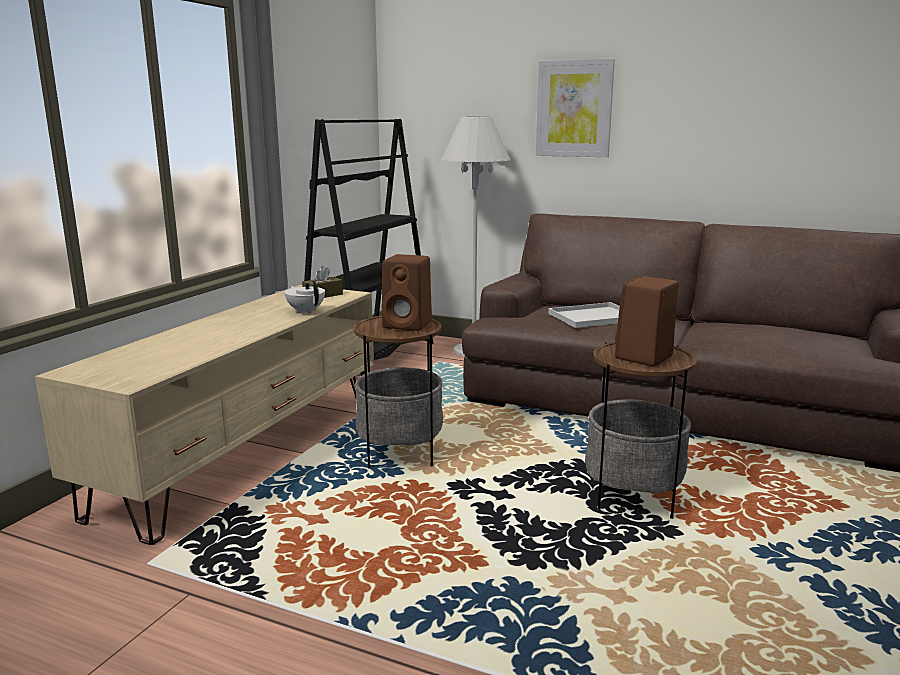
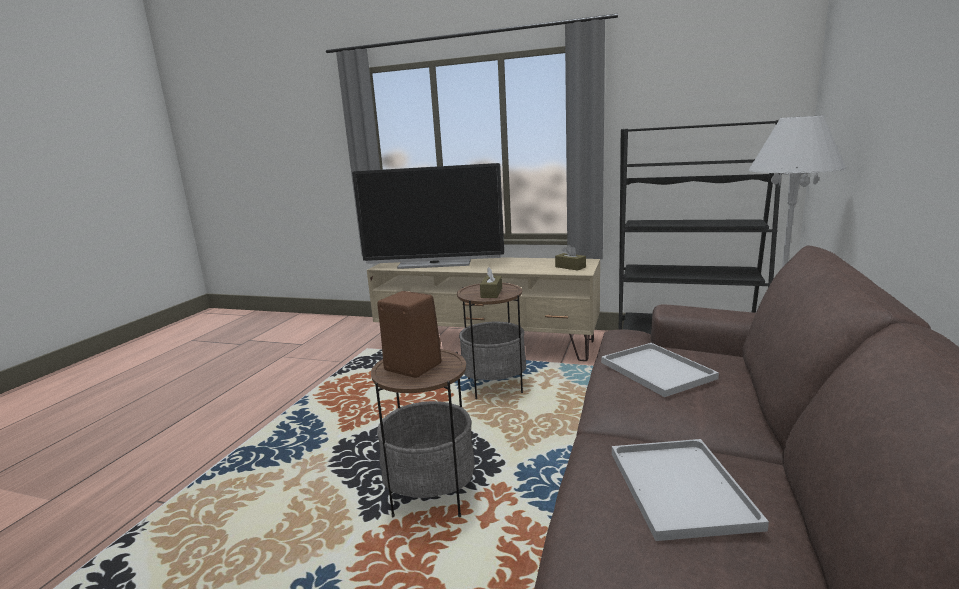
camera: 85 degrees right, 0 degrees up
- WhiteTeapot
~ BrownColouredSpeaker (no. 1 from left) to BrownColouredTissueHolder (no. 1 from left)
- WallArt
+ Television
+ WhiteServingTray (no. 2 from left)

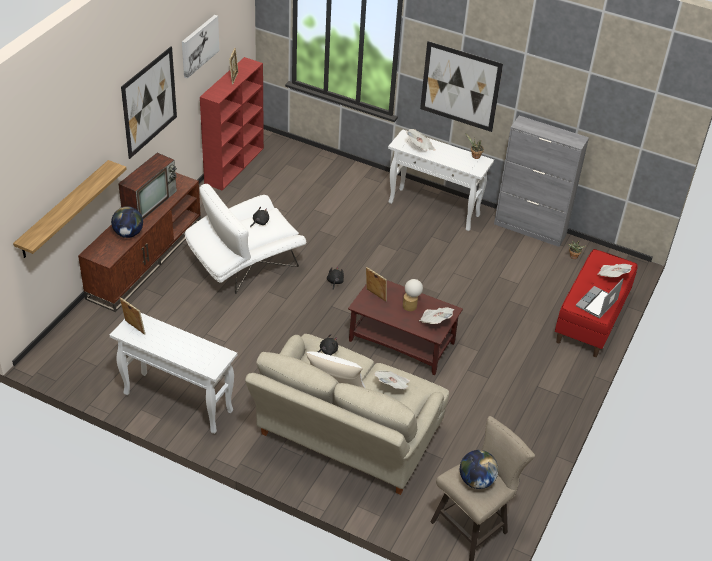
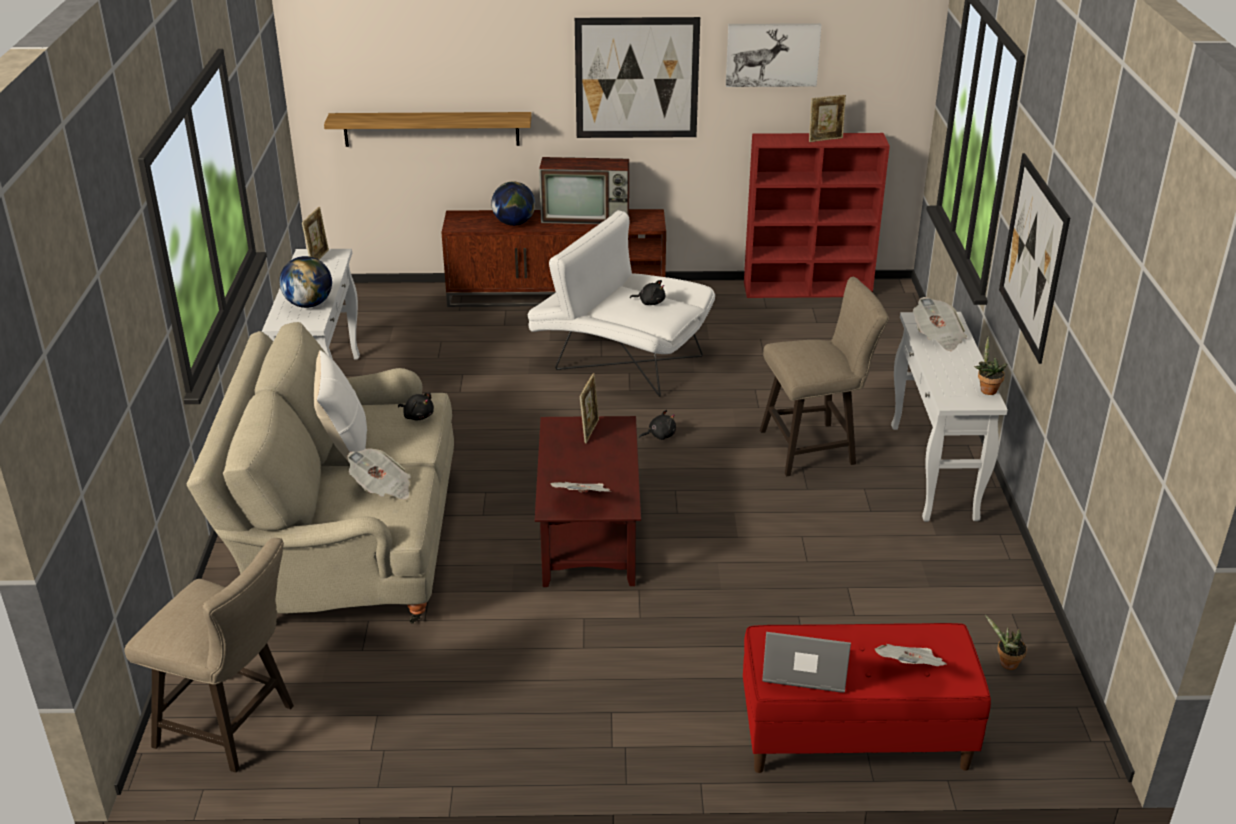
camera: 65 degrees right, 10 degrees down
- TableLamp
~ DeskGlobe (no. 2 from left in the first image) to DeskGlobe (no. 1 from left)
- GrayStorageCabinet
+ BeigeStoolSeat (no. 2 from left)

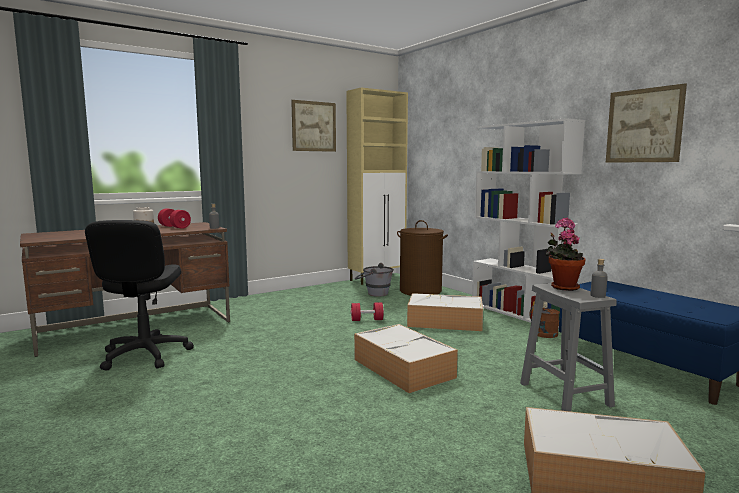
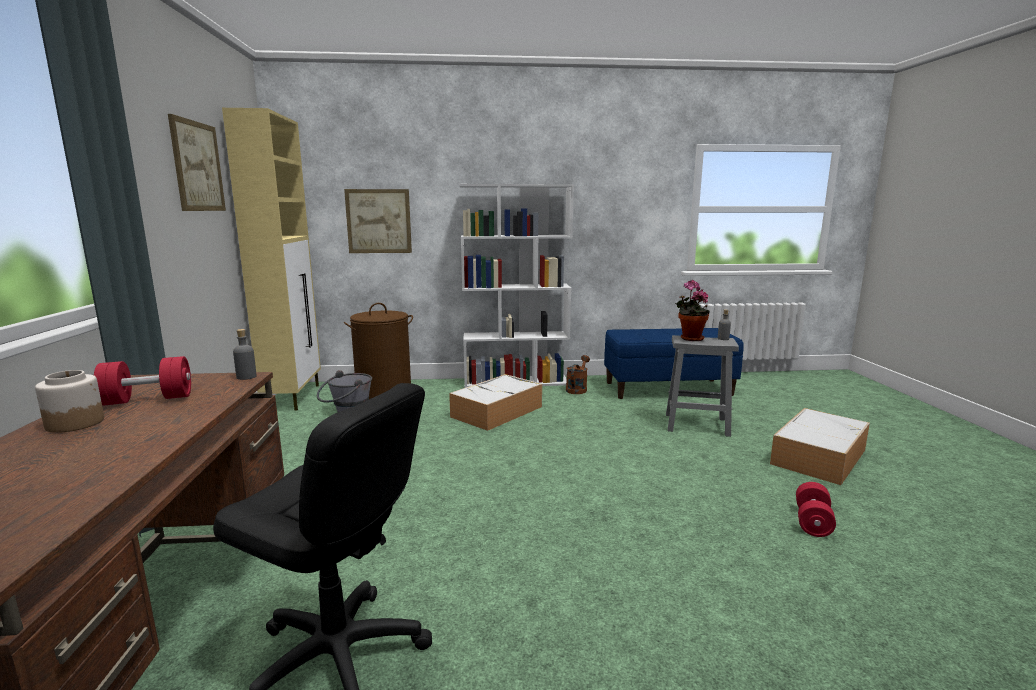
camera: 60 degrees left, 5 degrees up
~ ReddishHandWeight (no. 2 from left)
- StorageBin (no. 1 from left)
~ WallArt (no. 2 from left)

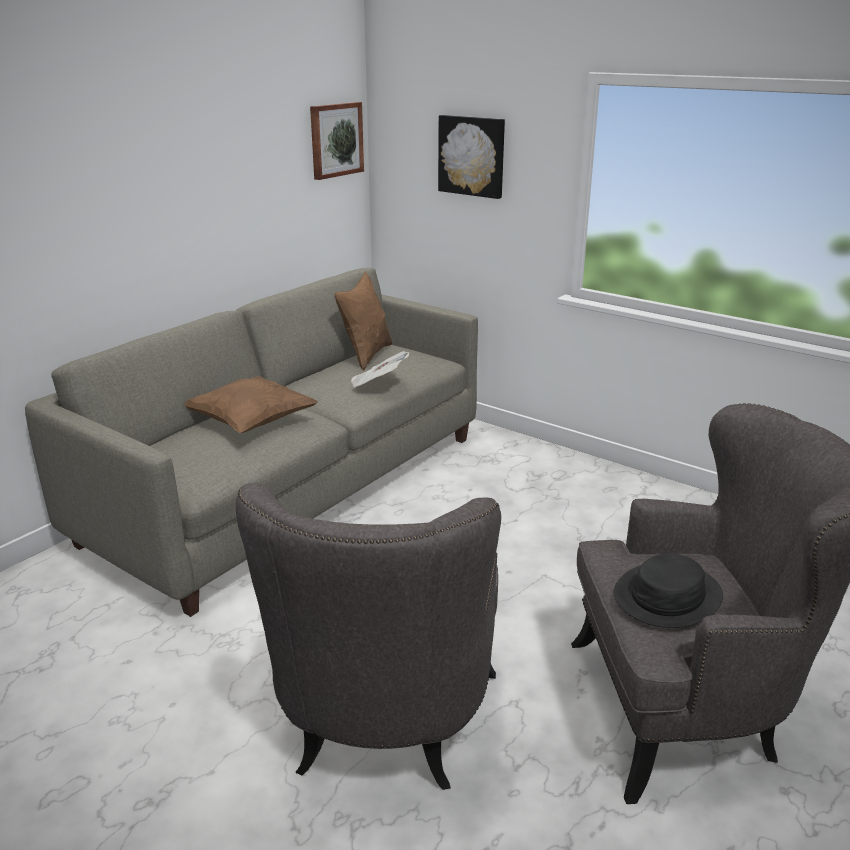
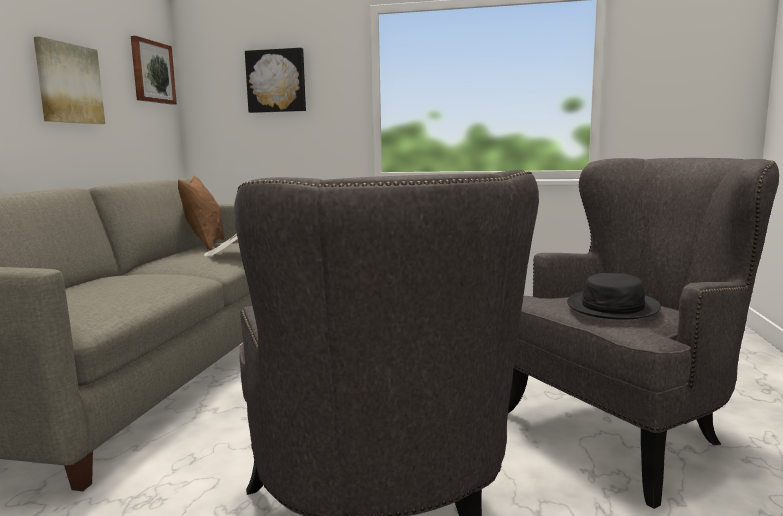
camera: 25 degrees left, 15 degrees down
- BrownColouredPillow (no. 1 from left)
+ WallArt (no. 1 from left)

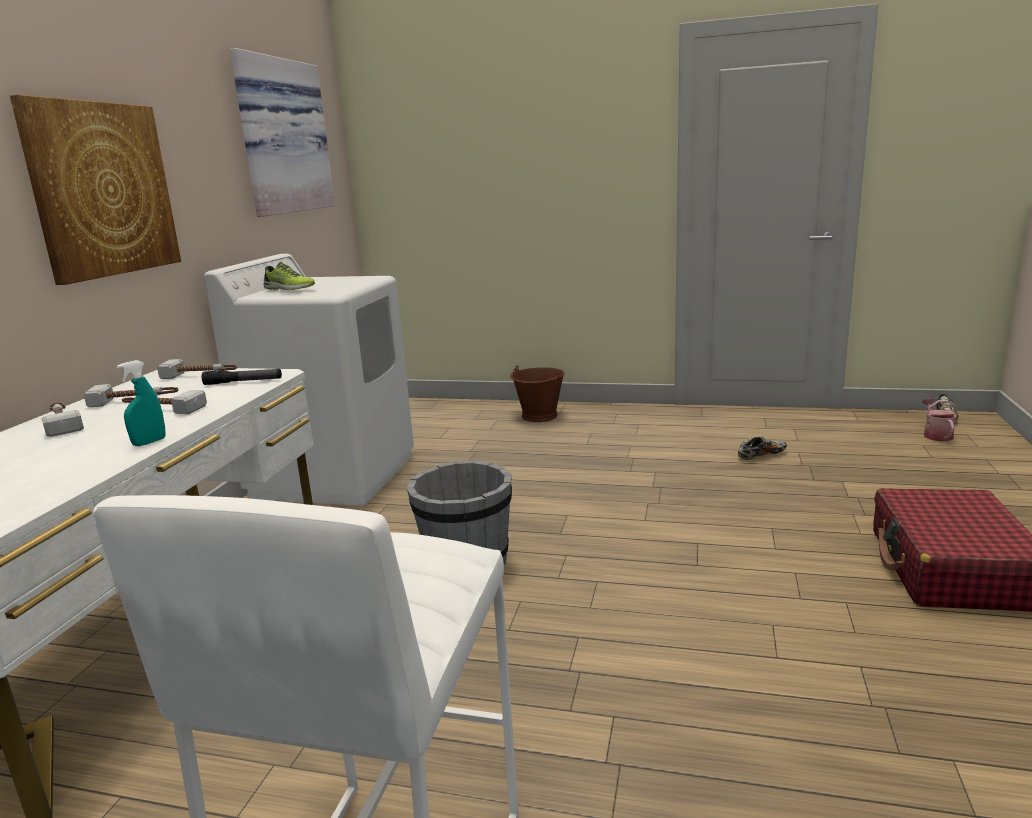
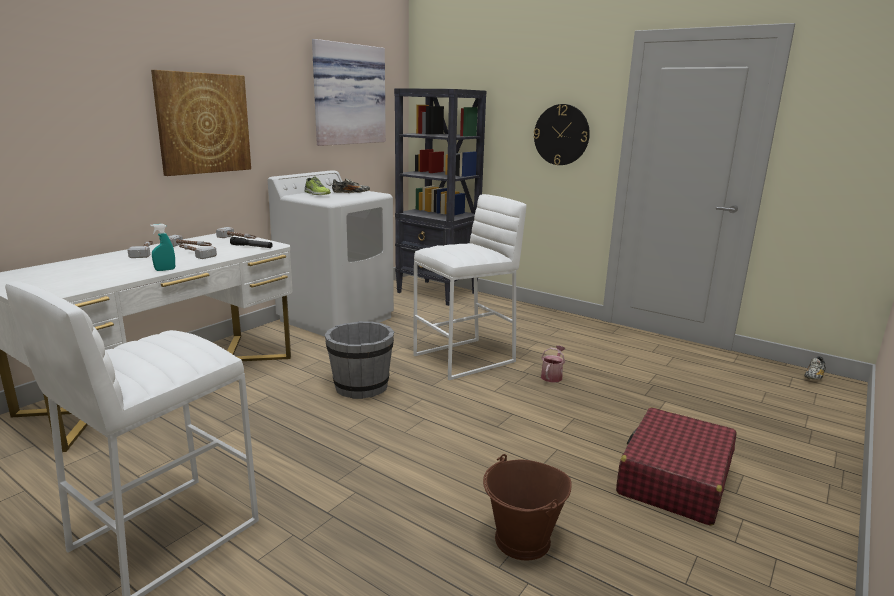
camera: 20 degrees right, 0 degrees up
~ BrownColouredWaterBucket
~ LowShoe (no. 2 from left)
~ WateringPot
+ BlackColouredBookcase
+ WhiteStoolSeat (no. 2 from left)
+ ClockOnTheWall

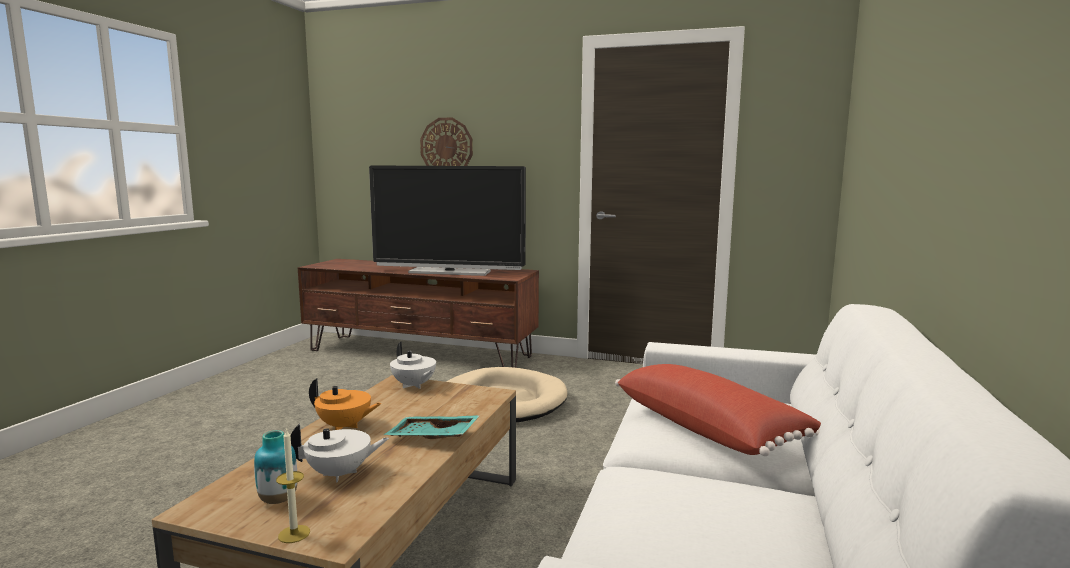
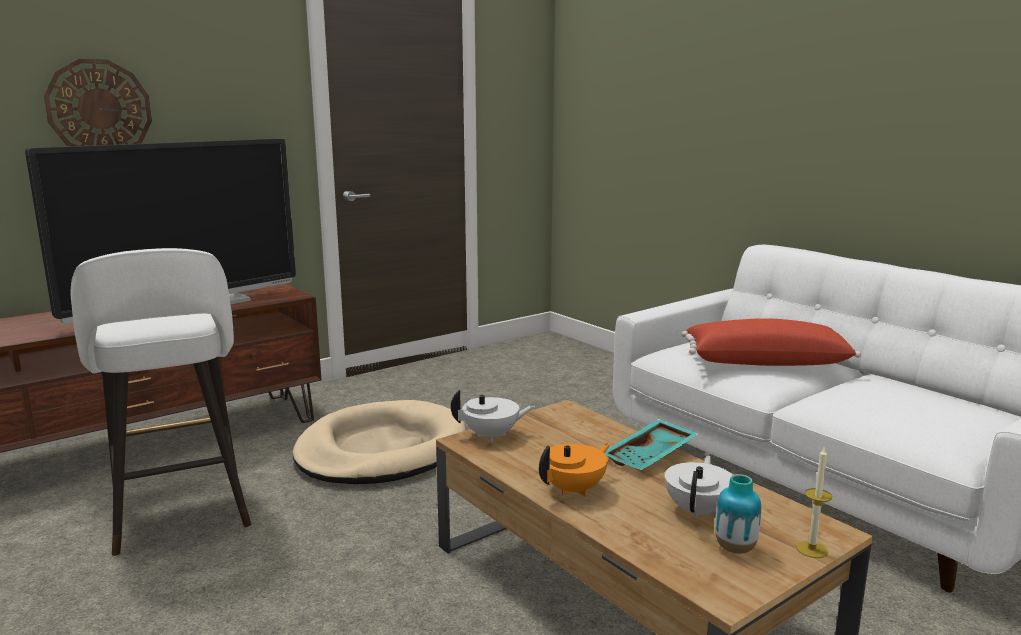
camera: 55 degrees left, 5 degrees up
+ WhiteStoolSeat

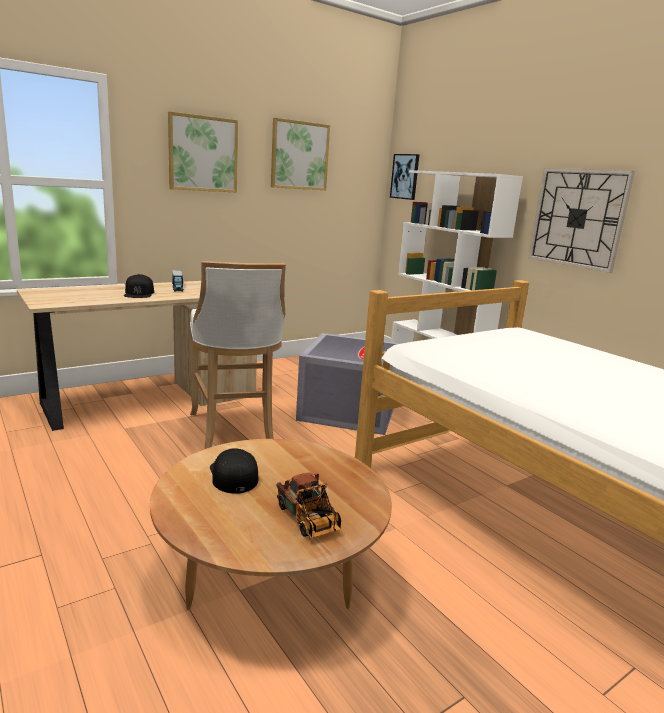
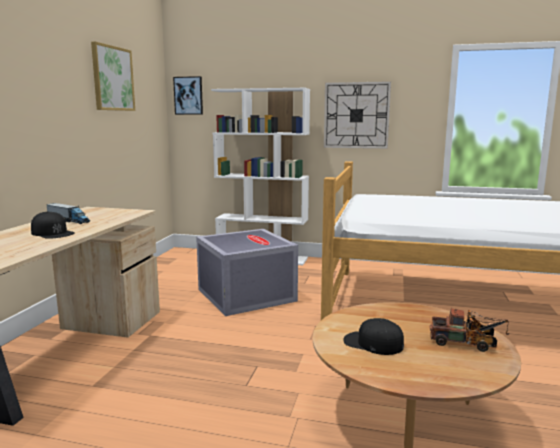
camera: 40 degrees left, 5 degrees down
- WallArt (no. 1 from left)
- WhiteStoolSeat

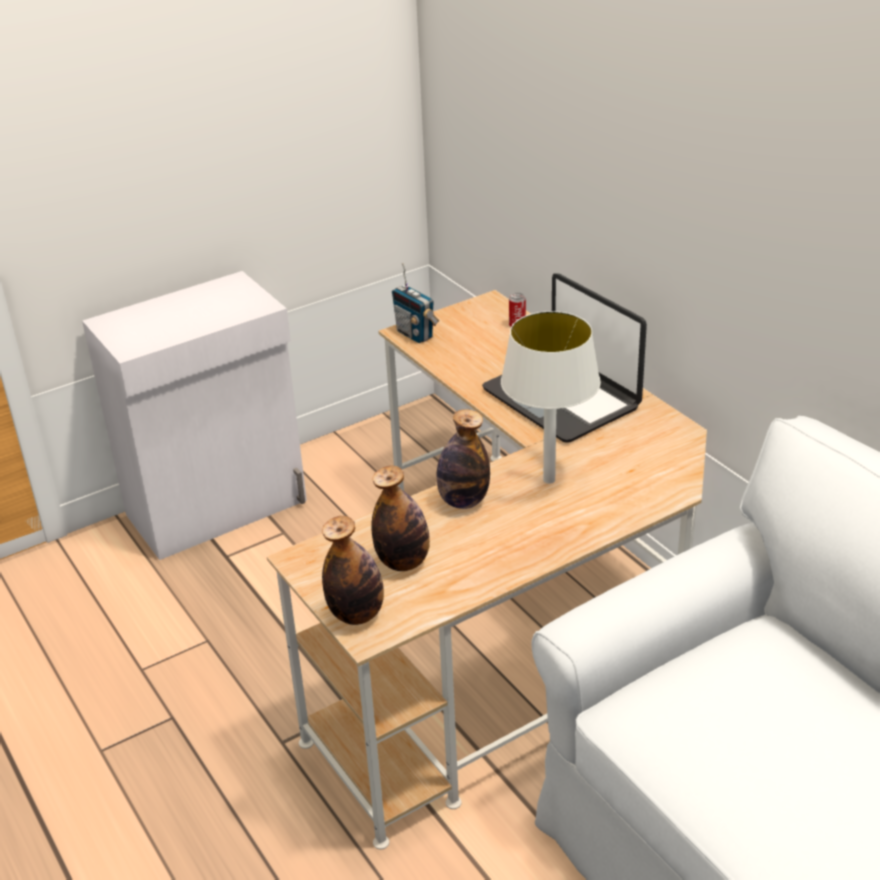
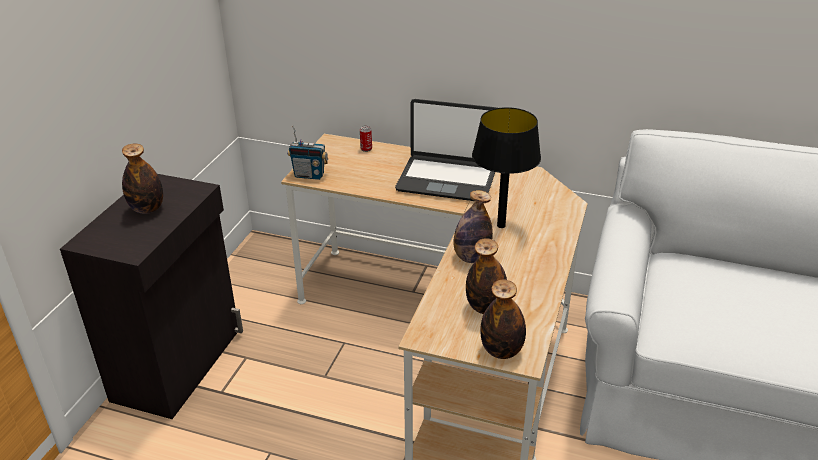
camera: 40 degrees left, 0 degrees up
~ WhiteStorageCabinet to BlackColouredStorageCabinet
~ WhiteTableLamp to BlackColouredTableLamp
+ Bottle (no. 1 from left)

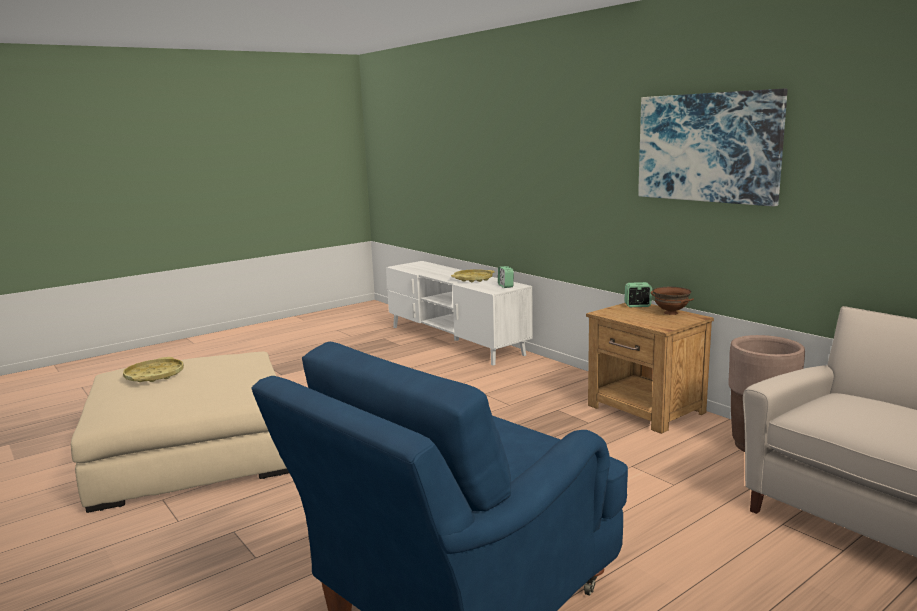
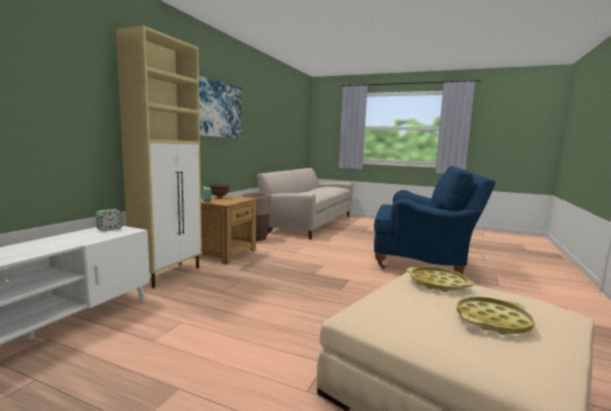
camera: 120 degrees left, 5 degrees down
~ YellowServingTray (no. 2 from left in the first image) to YellowServingTray (no. 1 from left)
+ BeigeStorageCabinet

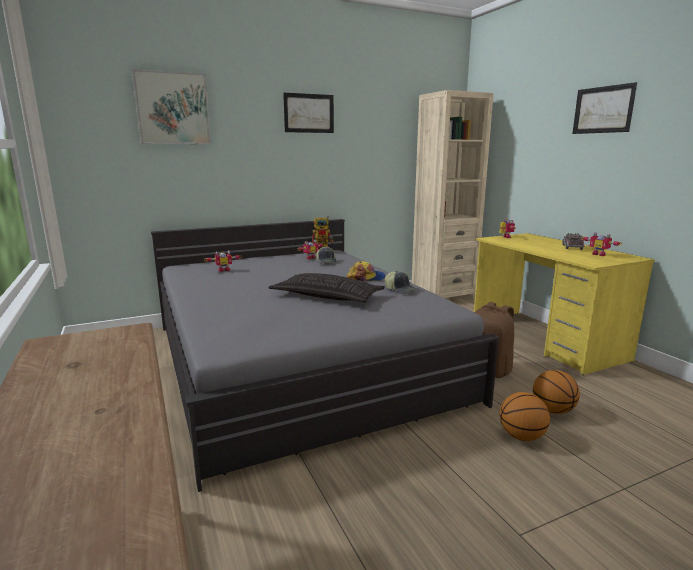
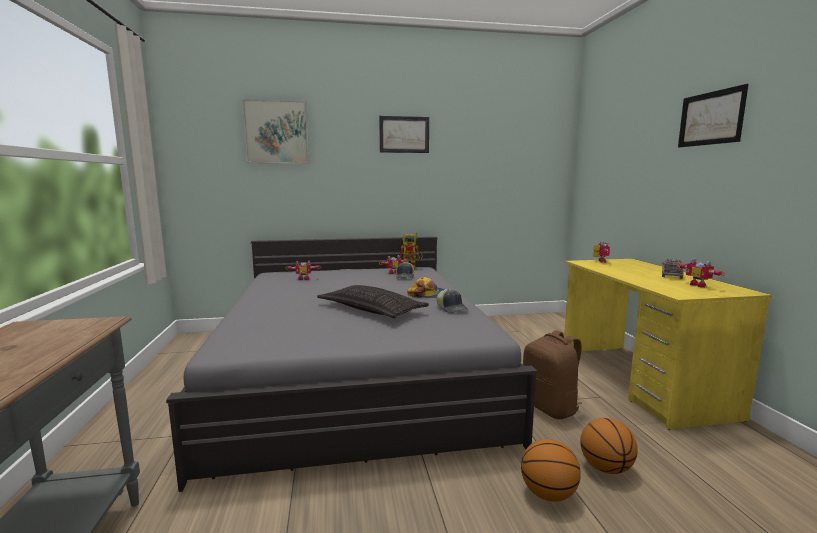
camera: 15 degrees right, 5 degrees down
- BeigeBookcase

